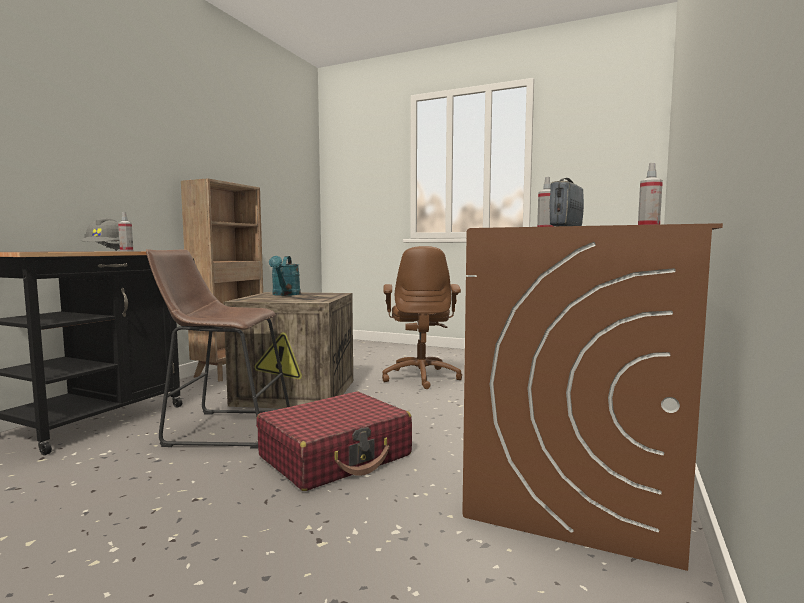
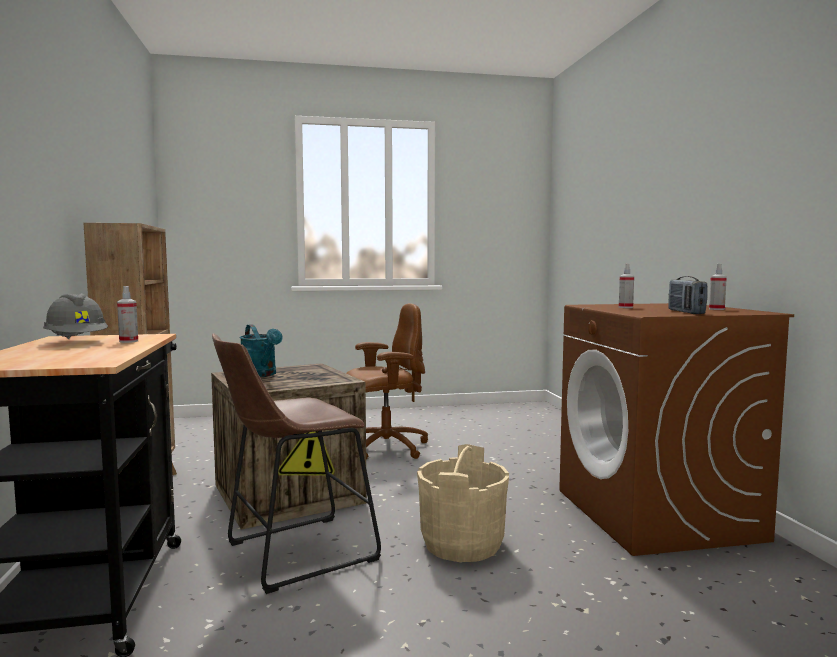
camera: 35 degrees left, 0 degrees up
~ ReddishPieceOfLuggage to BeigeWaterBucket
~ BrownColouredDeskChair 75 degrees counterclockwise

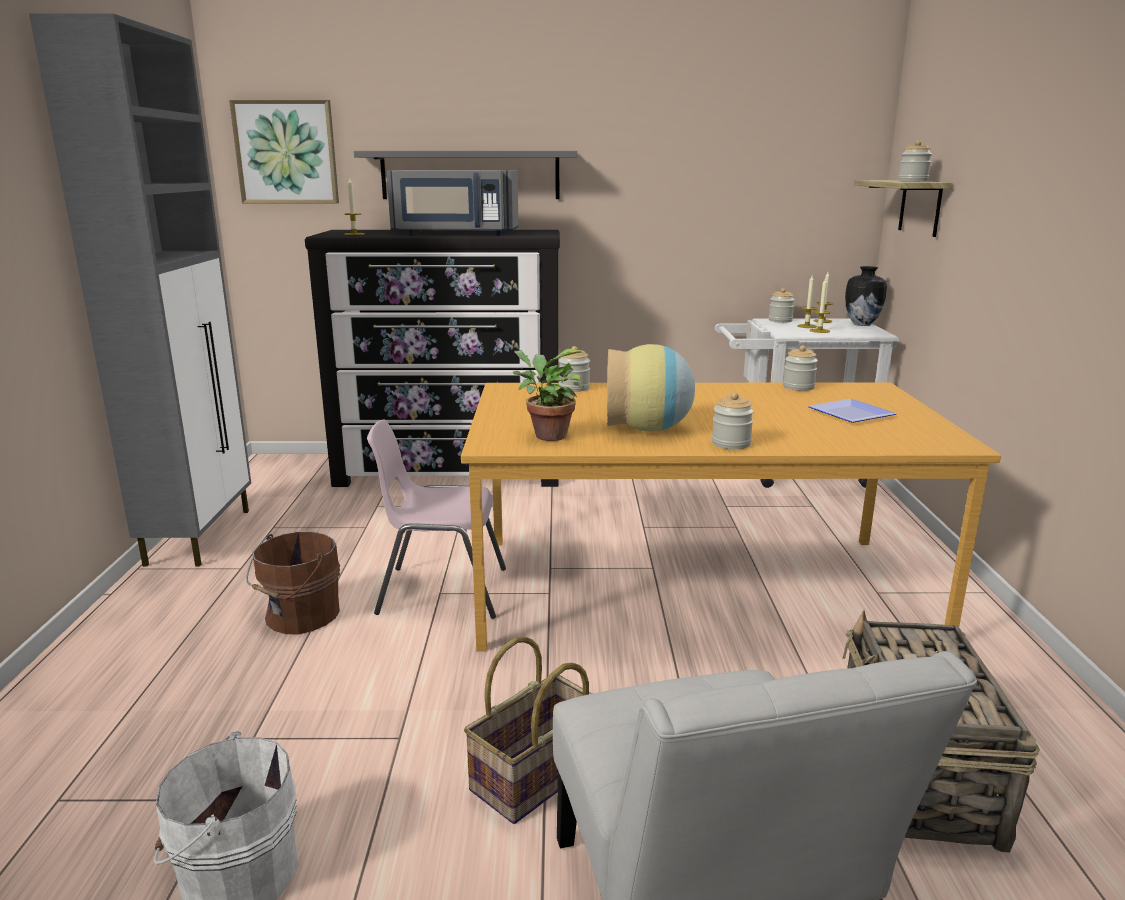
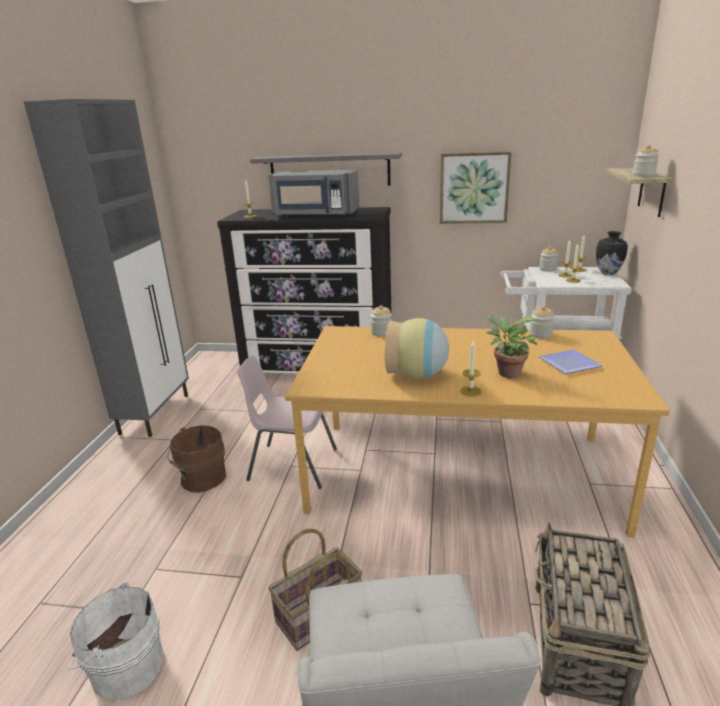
camera: 10 degrees right, 5 degrees up
~ WallArt
~ PottedPlant
~ PreserveJar (no. 2 from left) to Candle (no. 2 from left)

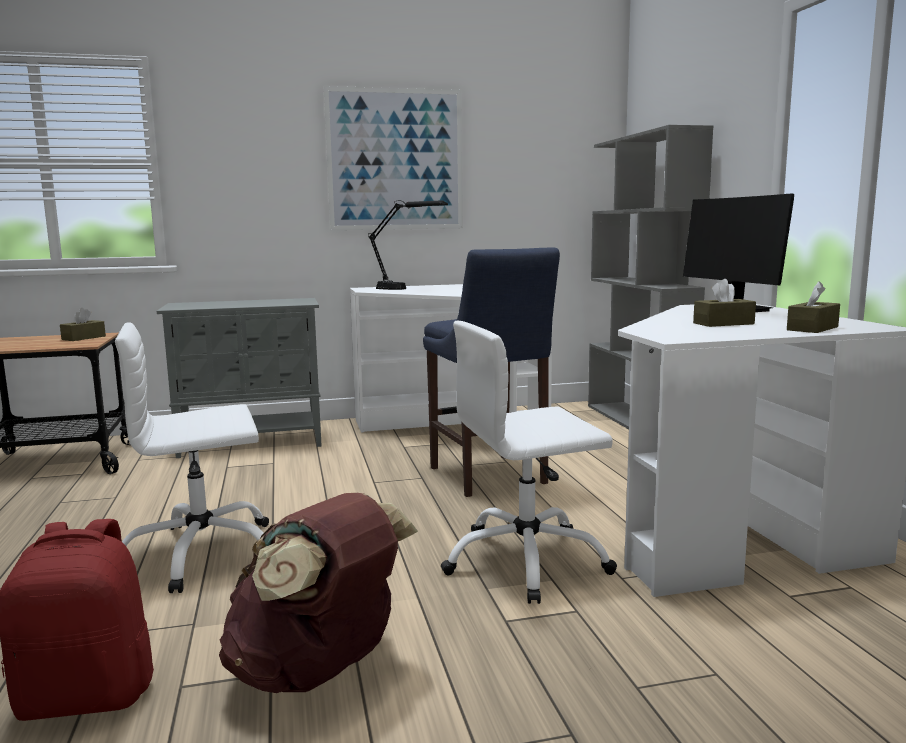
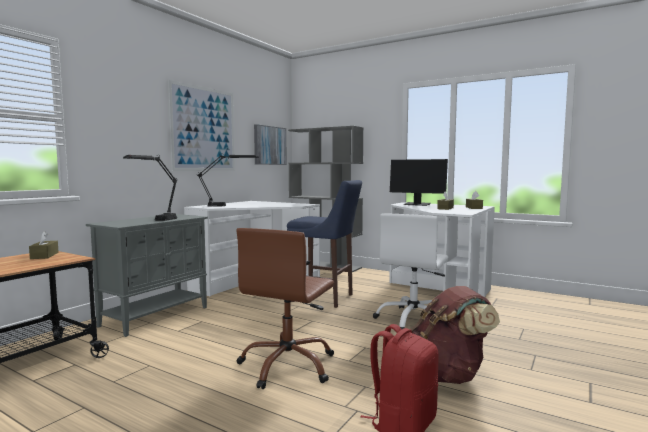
camera: 45 degrees left, 5 degrees down
~ WhiteDeskChair (no. 1 from left) to BrownColouredDeskChair
+ BlackColouredTableLamp (no. 1 from left)
+ WallArt (no. 2 from left)

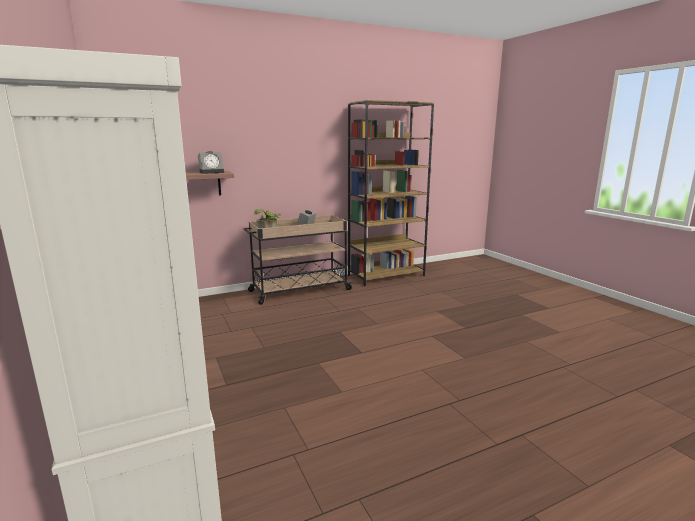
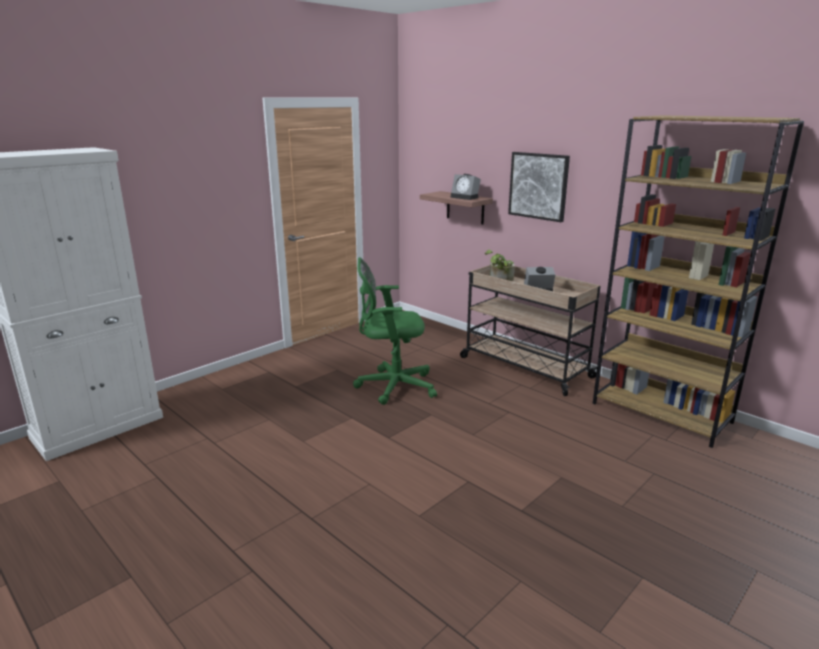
camera: 70 degrees right, 5 degrees up
+ GreenDeskChair
+ WallArt

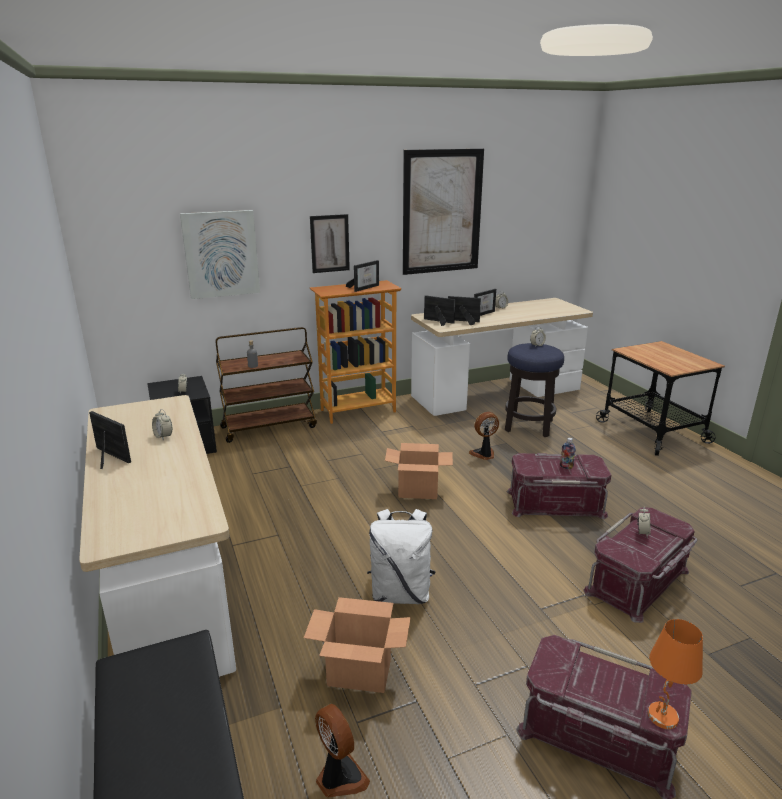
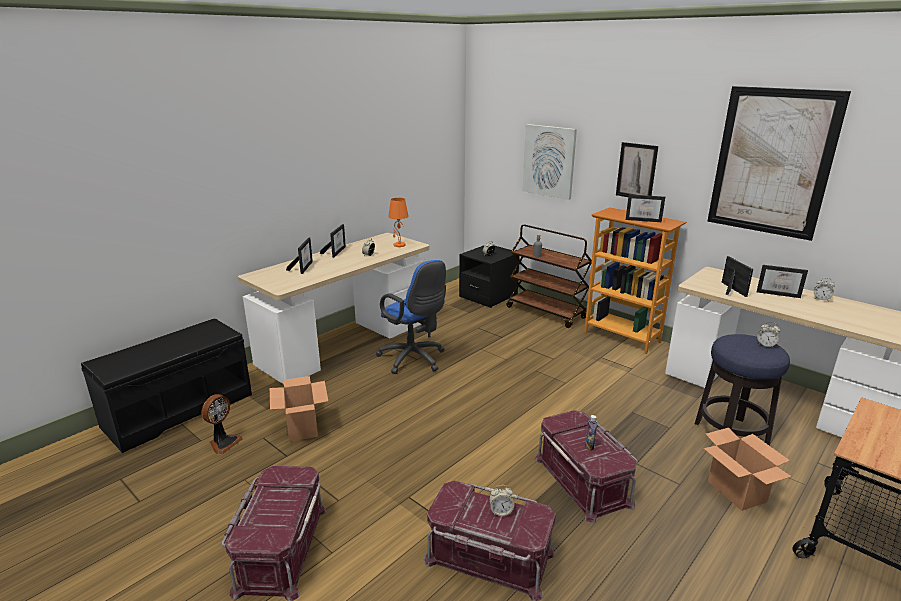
camera: 65 degrees right, 0 degrees up
- WhiteKnapsack
~ Carton (no. 2 from left)
~ StandingFrame (no. 3 from left in the first image) to StandingFrame (no. 1 from left)
- CoolingFan (no. 2 from left)
~ OrangeyTableLamp
+ BlueDeskChair

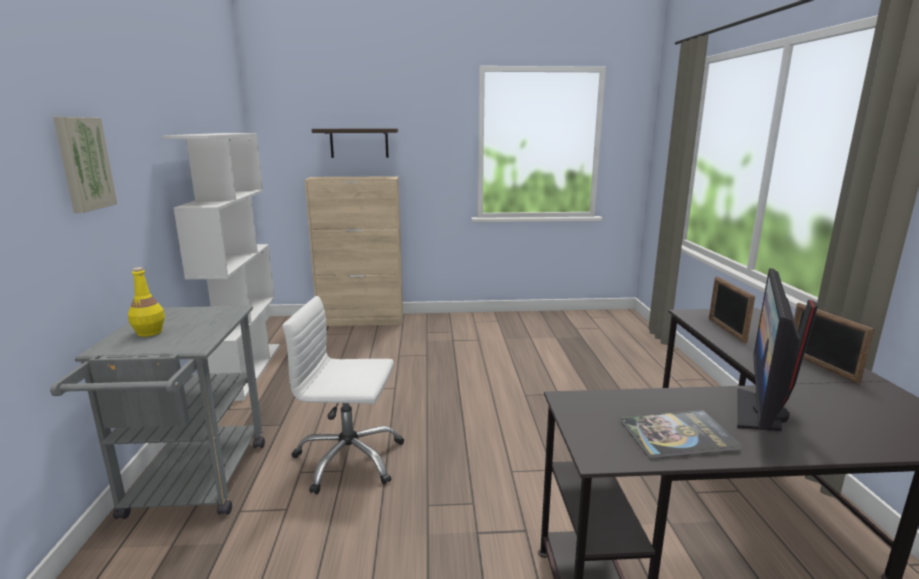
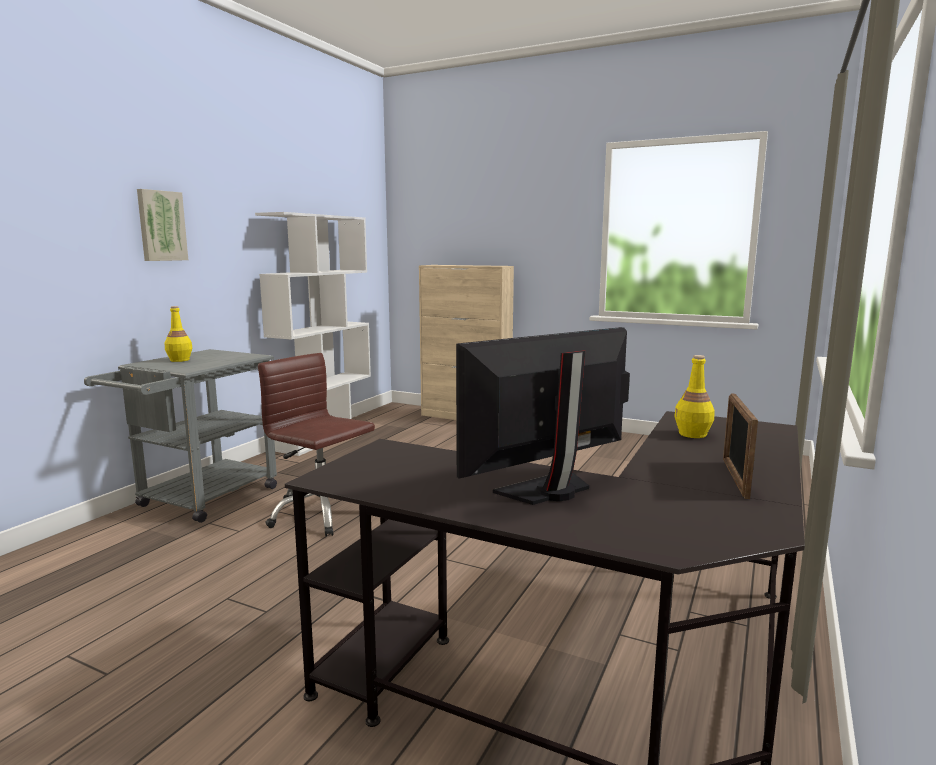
camera: 30 degrees right, 5 degrees down
~ WhiteDeskChair to BrownColouredDeskChair
- WallShelf
- Book
~ StandingFrame (no. 1 from left) to YellowBottle (no. 2 from left)

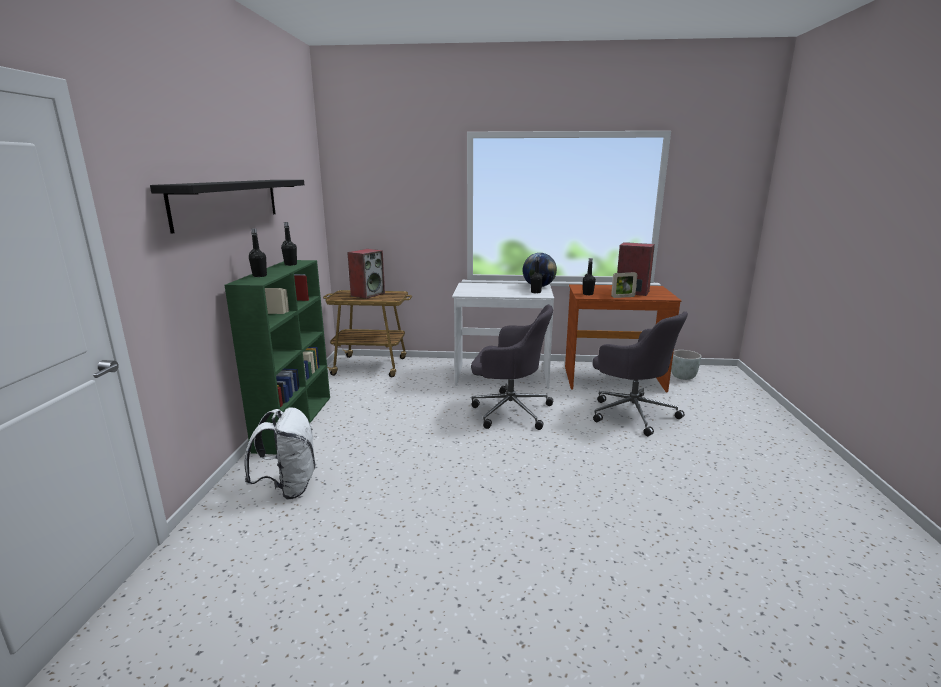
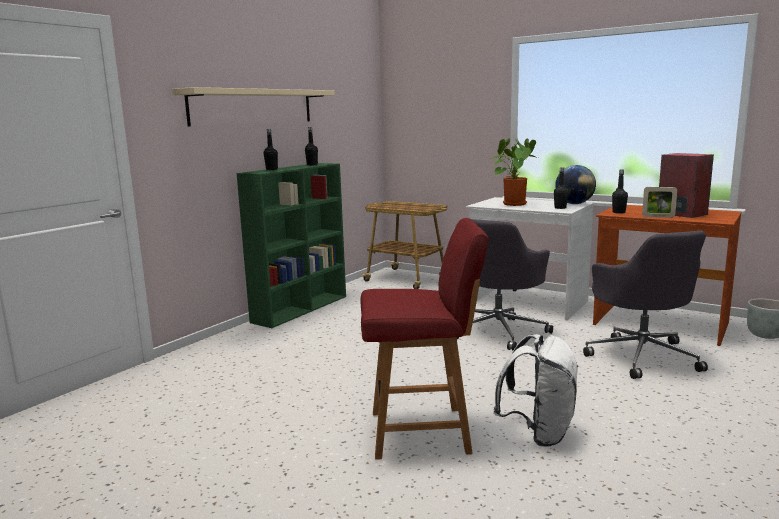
camera: 30 degrees right, 5 degrees down
~ BlackColouredWallShelf to BeigeWallShelf
~ WhiteKnapsack
- Speaker (no. 1 from left)
~ GrayDeskChair (no. 1 from left) 75 degrees clockwise
+ ReddishChair
+ PottedPlant

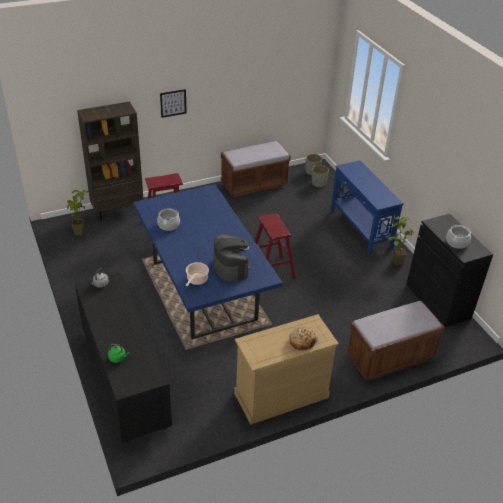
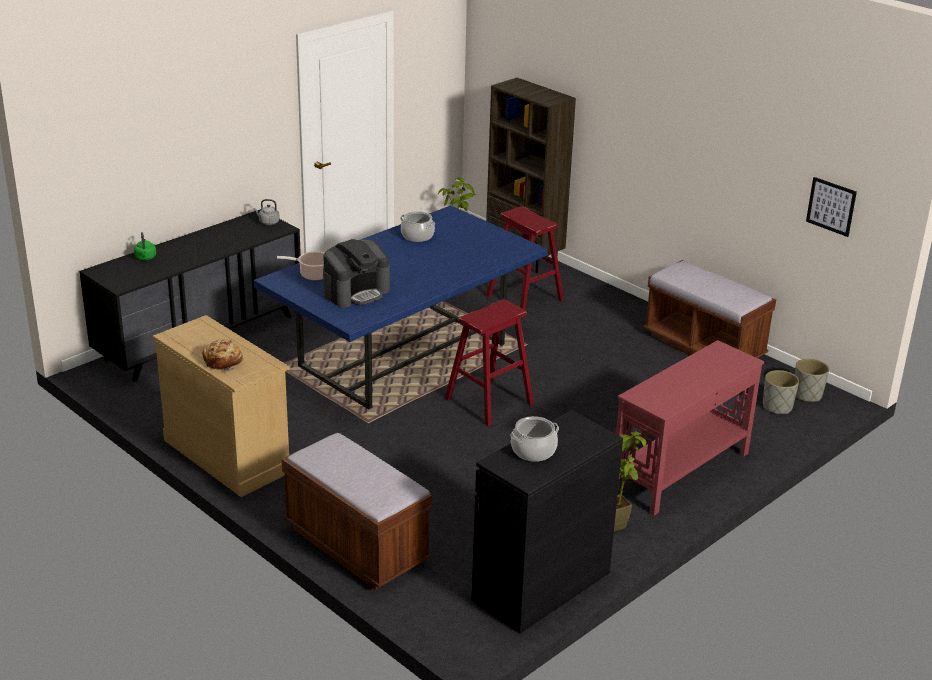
camera: 70 degrees right, 10 degrees down
~ WallArt
~ BlueNarrowTable to ReddishNarrowTable

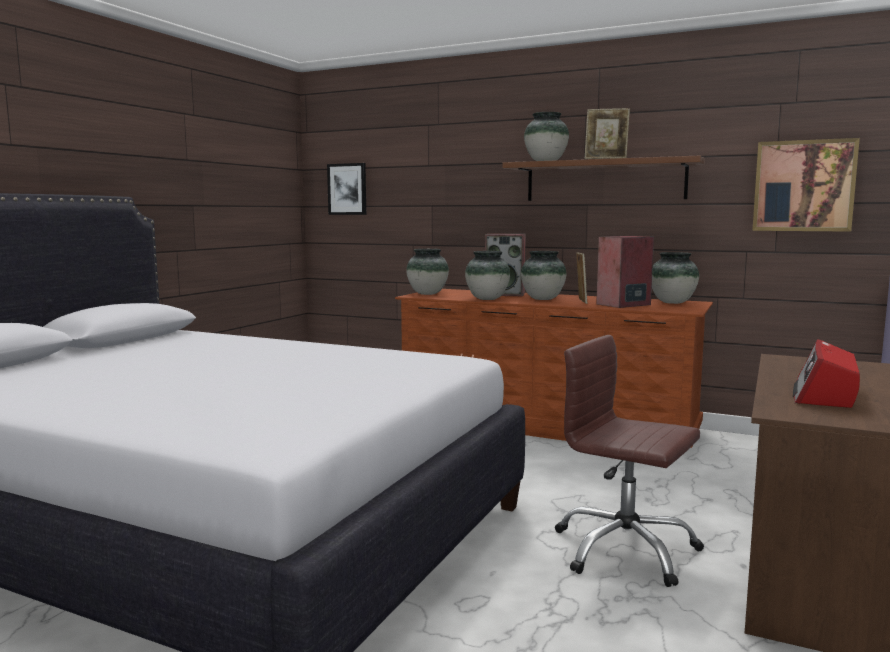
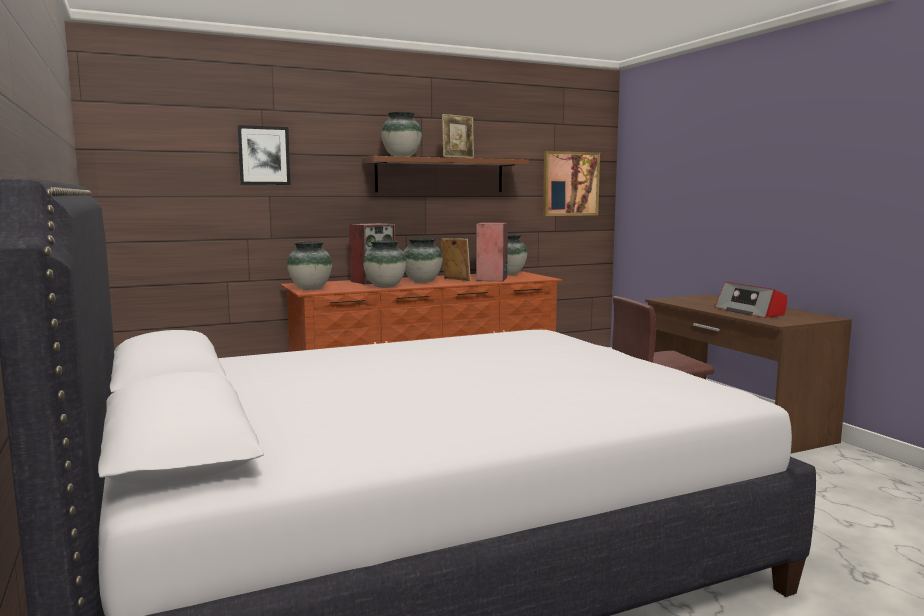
camera: 50 degrees left, 0 degrees up
~ WallArt (no. 1 from left)

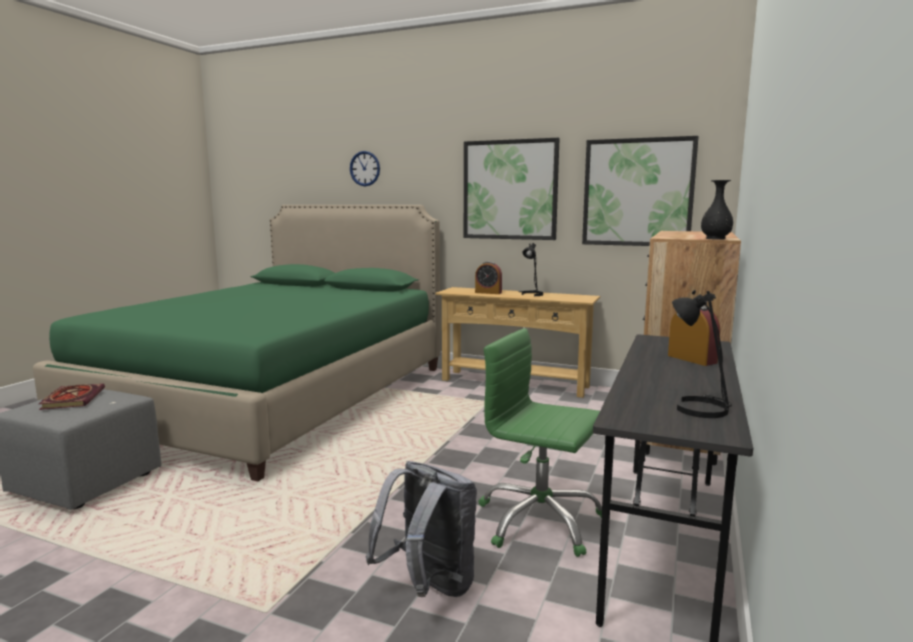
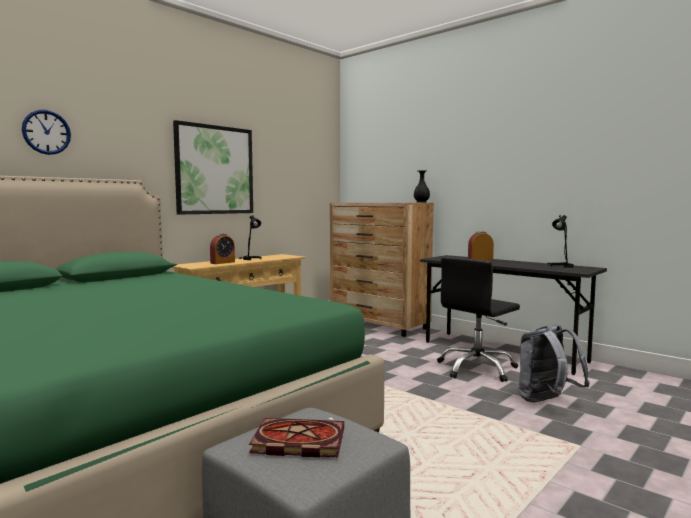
camera: 70 degrees left, 5 degrees down
~ GreenDeskChair to BlackColouredDeskChair
- WallArt (no. 2 from left)

